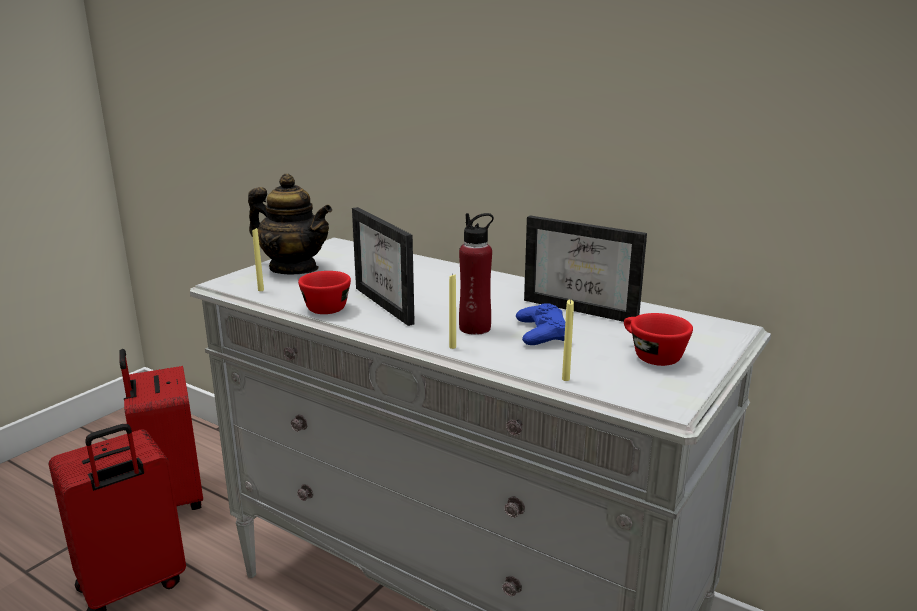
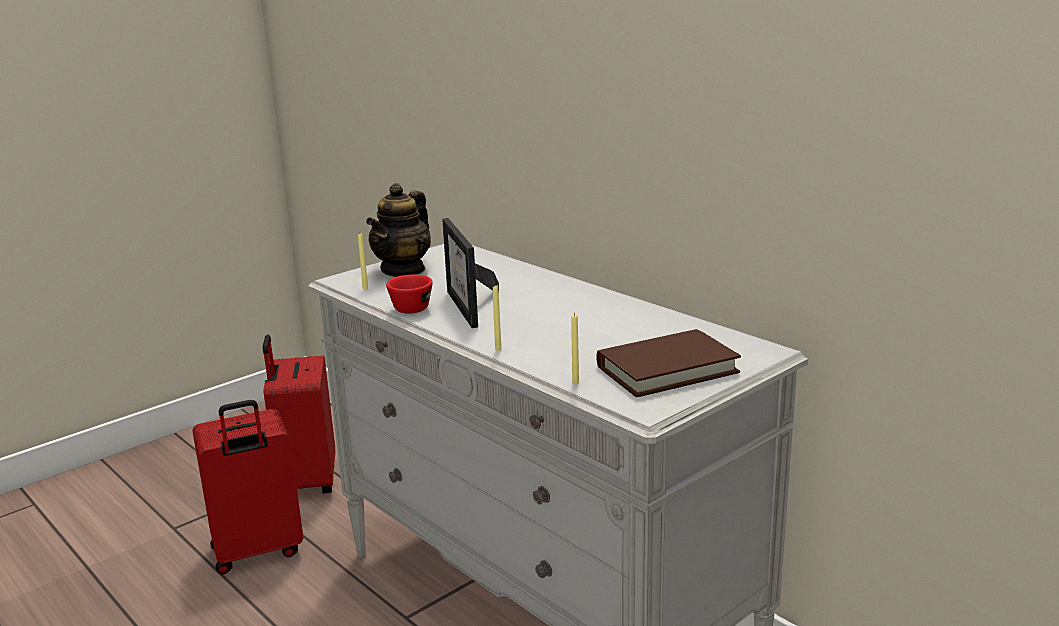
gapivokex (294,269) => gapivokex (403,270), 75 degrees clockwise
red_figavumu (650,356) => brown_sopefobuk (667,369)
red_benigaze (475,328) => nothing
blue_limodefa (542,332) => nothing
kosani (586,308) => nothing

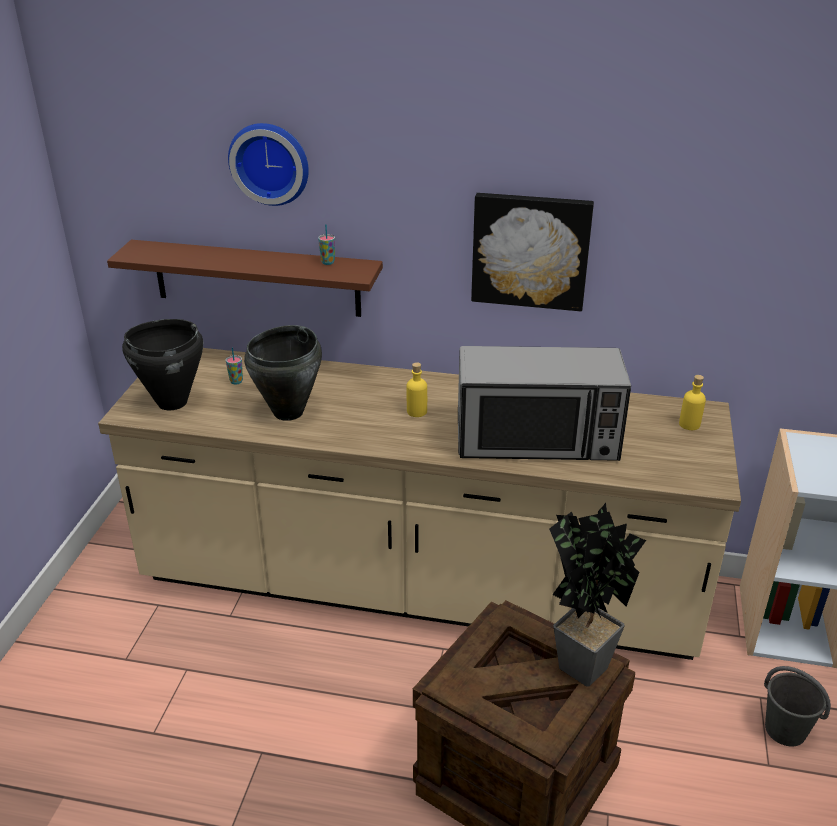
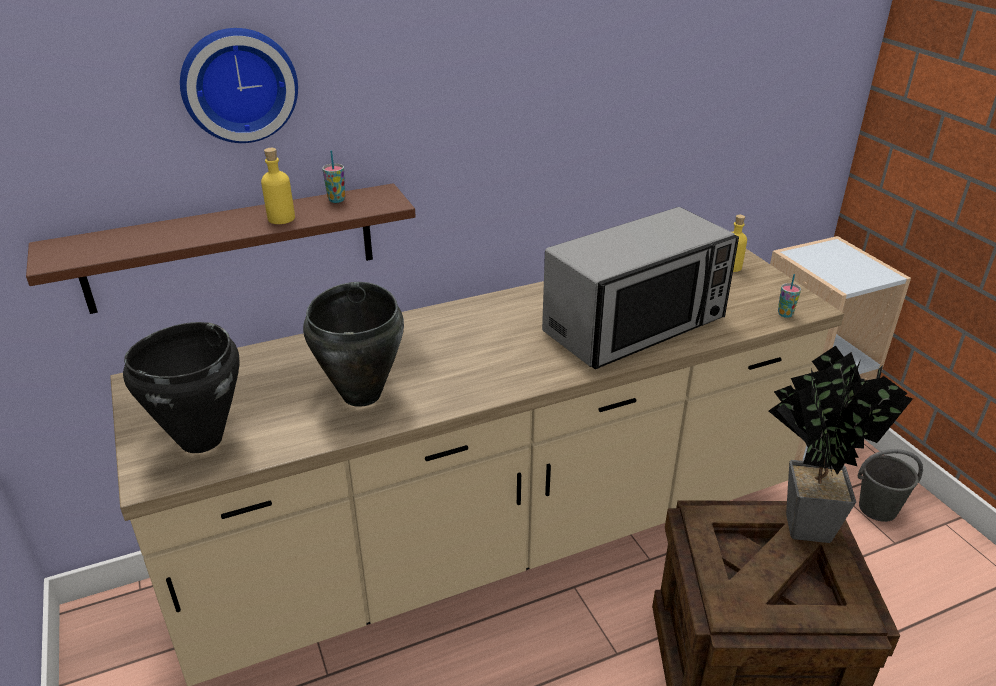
yellow_benigaze (416,411) => yellow_benigaze (281,218), move
figavumu (236,381) => figavumu (785,314), move
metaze (530,250) => nothing

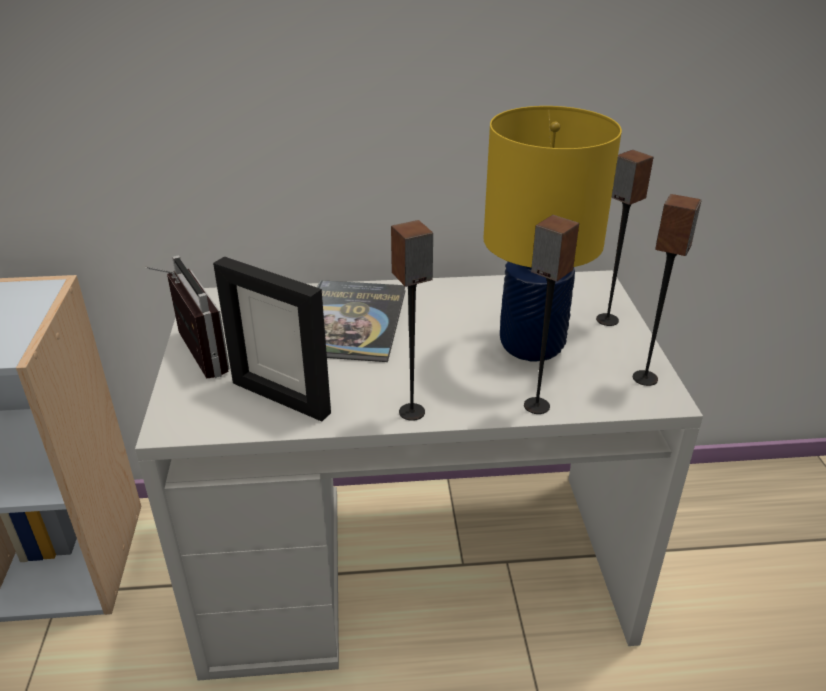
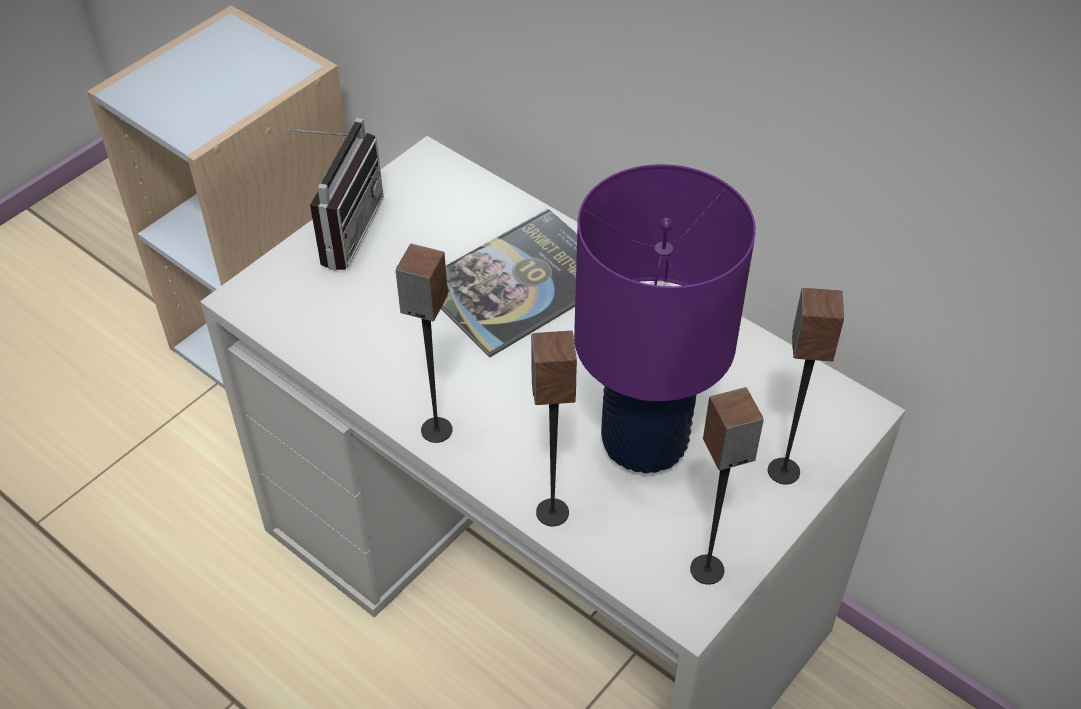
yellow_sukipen (530,349) => purple_sukipen (643,445)
kosani (282,396) => nothing

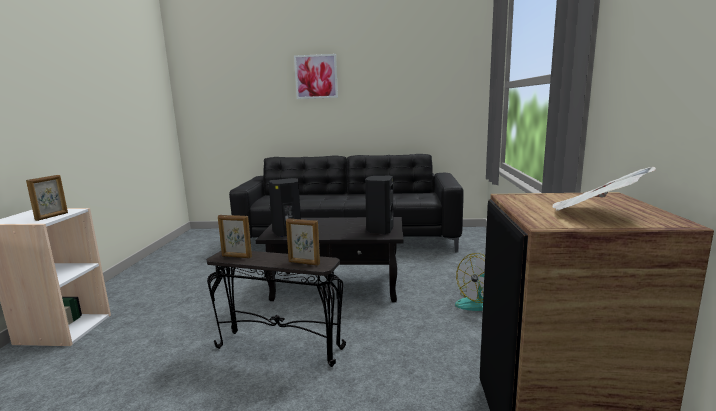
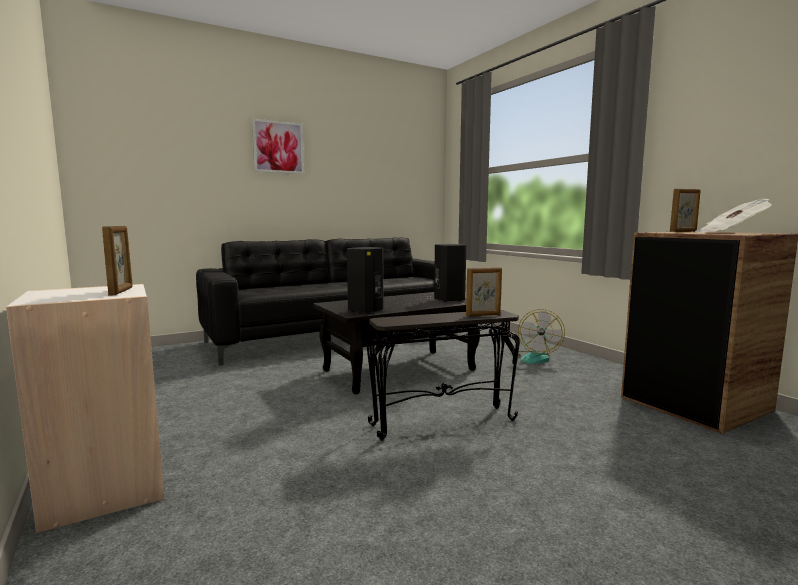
kosani (236,257) => kosani (683,231), move

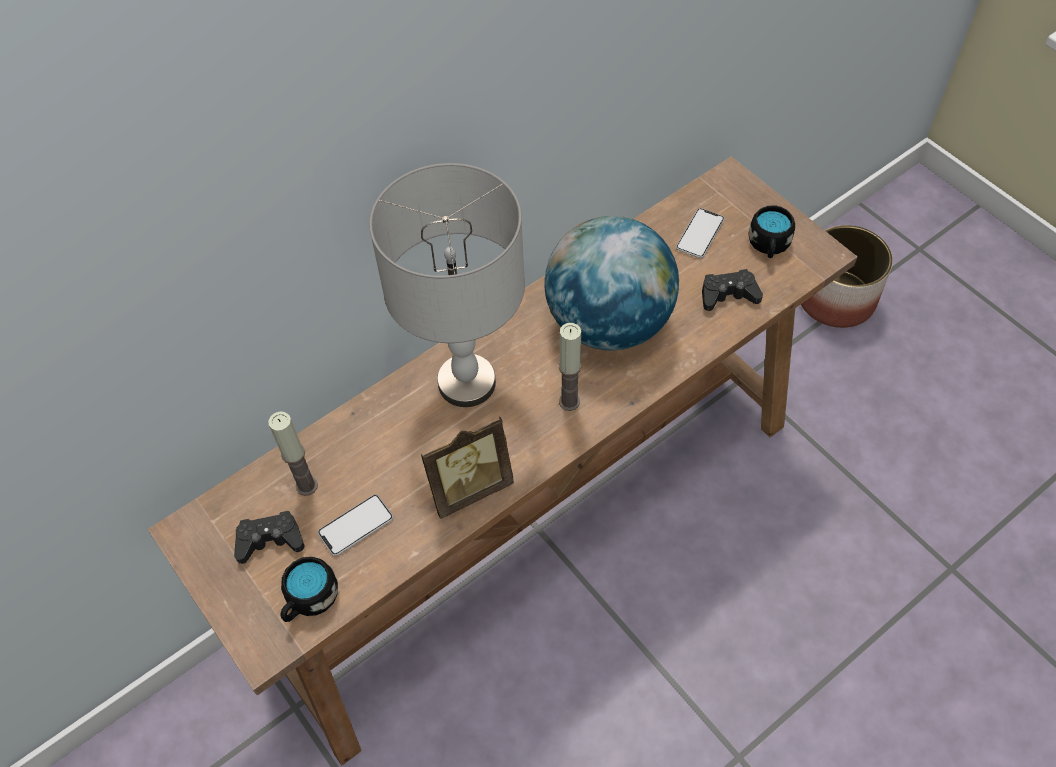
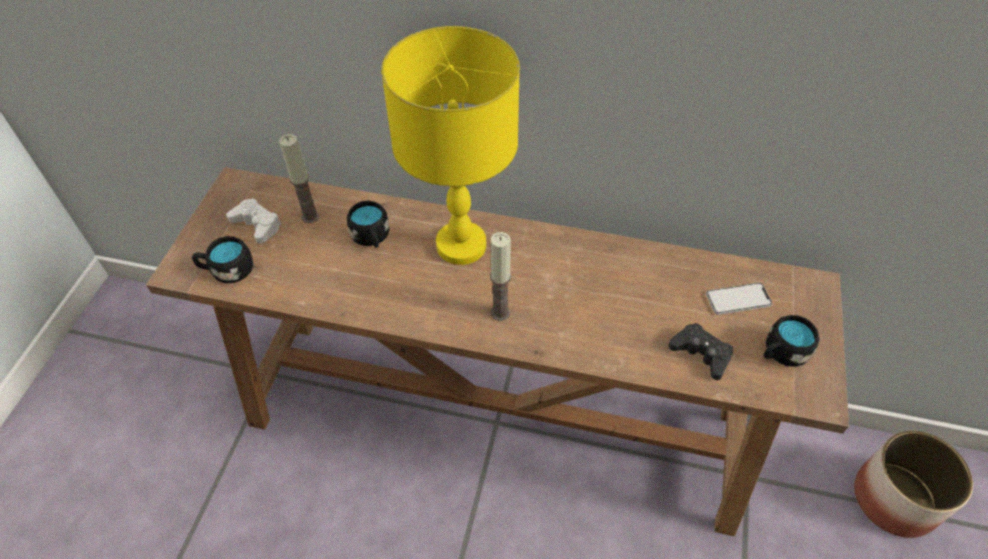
black_limodefa (270,540) => white_limodefa (257,224)
nothing => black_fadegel (371,237)
grey_sukipen (467,382) => yellow_sukipen (462,245)
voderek (356,526) => nothing
kosani (468,487) => nothing
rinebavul (609,322) => nothing

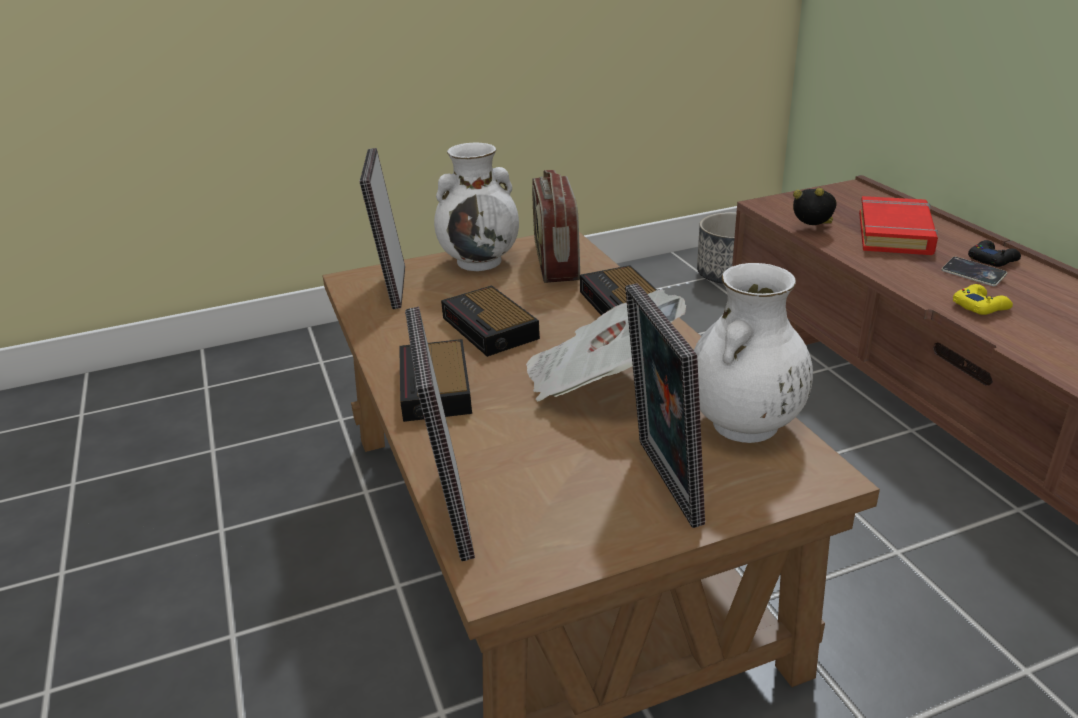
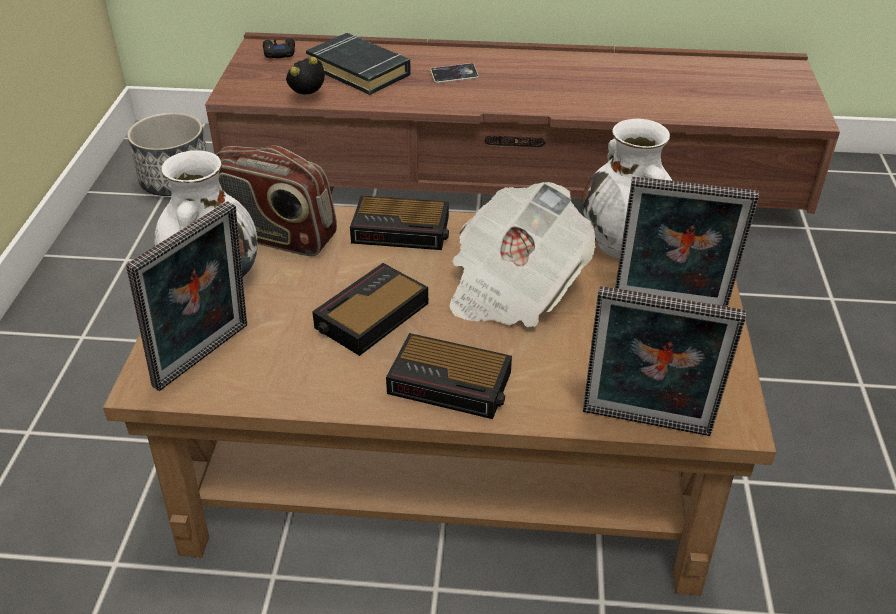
kosani (392,287) => kosani (207,358), 75 degrees counterclockwise
black_limodefa (992,260) => black_limodefa (279,53), move
red_sopefobuk (895,233) => black_sopefobuk (359,70)
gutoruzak (491,329) => gutoruzak (370,317), 135 degrees clockwise
yellow_limodefa (980,306) => nothing

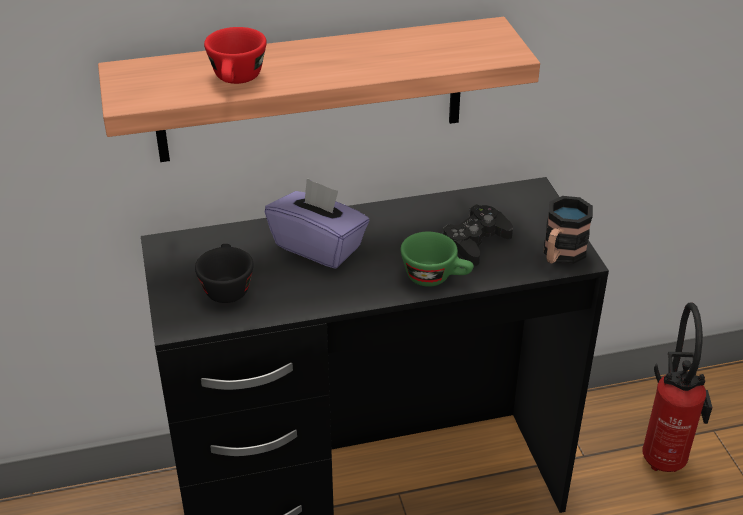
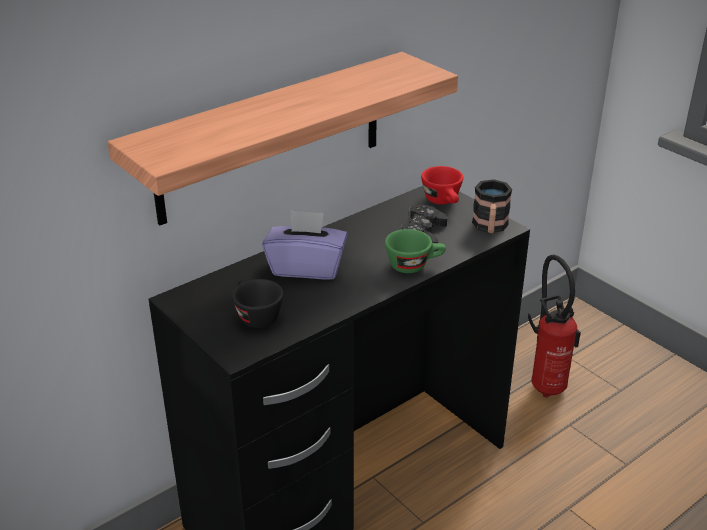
red_figavumu (237,80) => red_figavumu (444,202), move

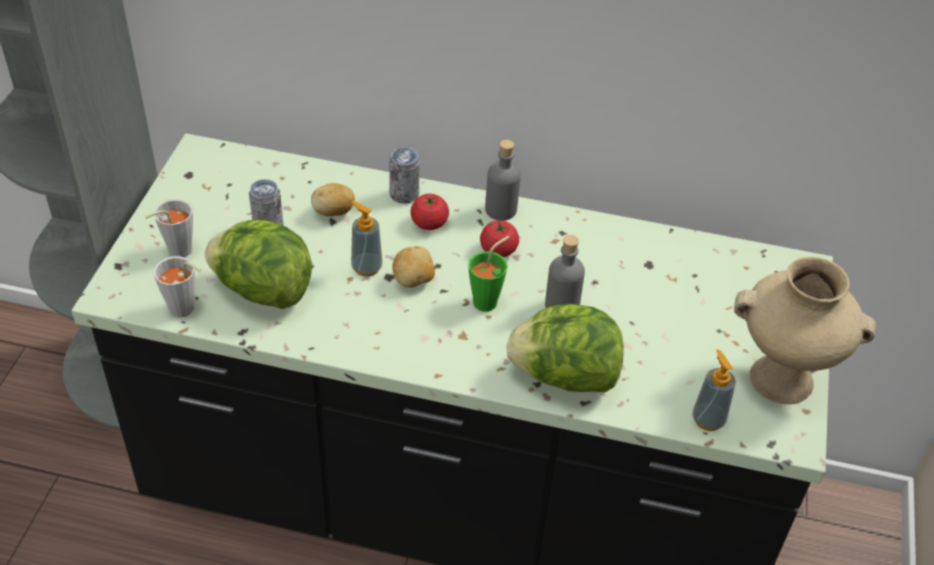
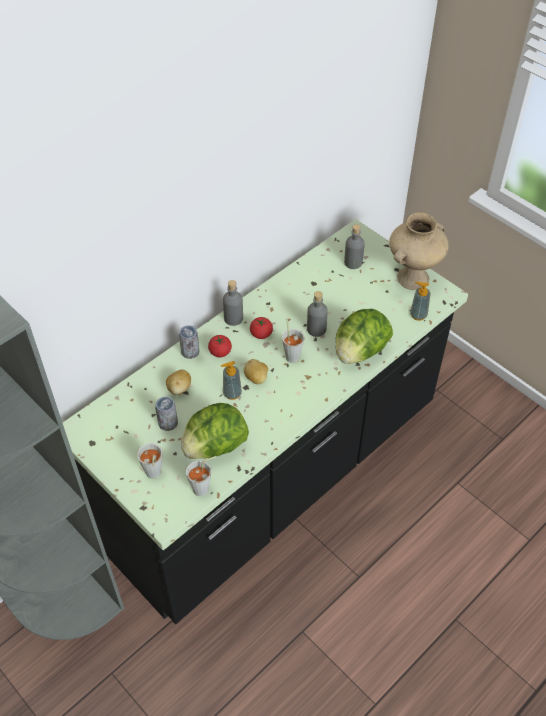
green_figavumu (489,299) => grey_figavumu (292,354)
nothing => grey_benigaze (353,262)

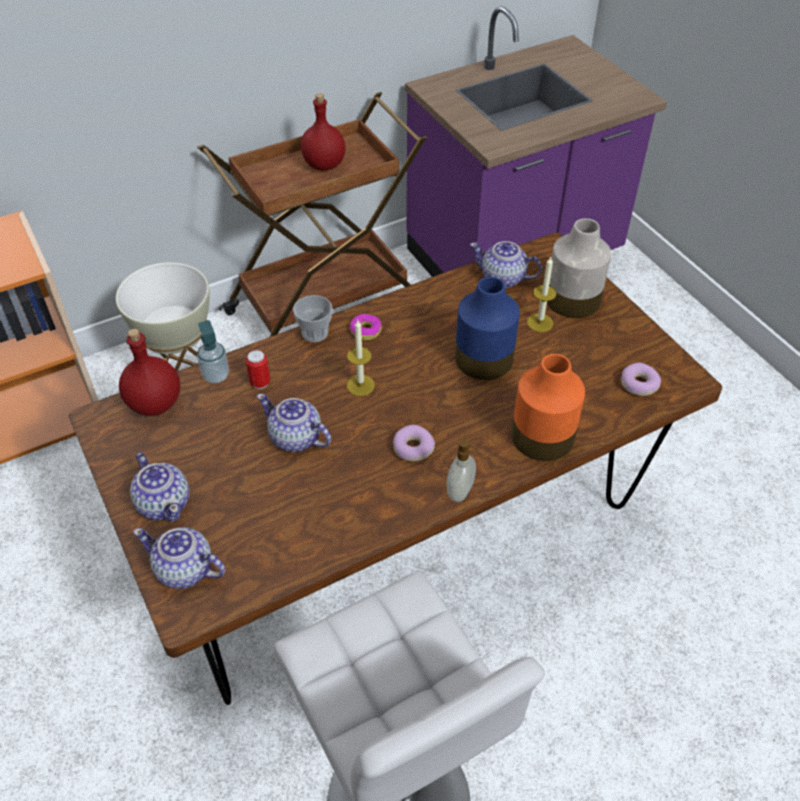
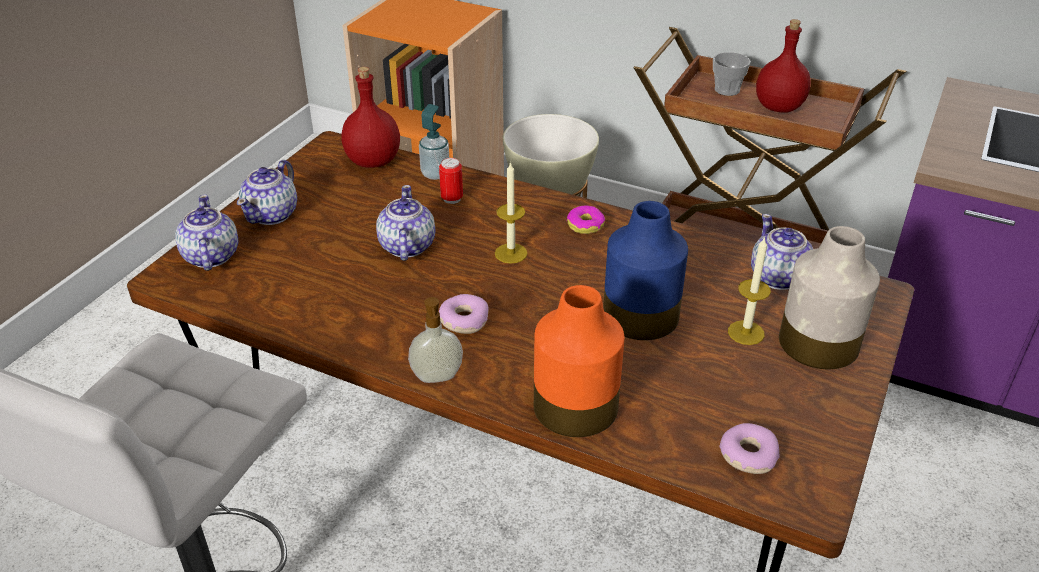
figavumu (315,333) => figavumu (727,90), move

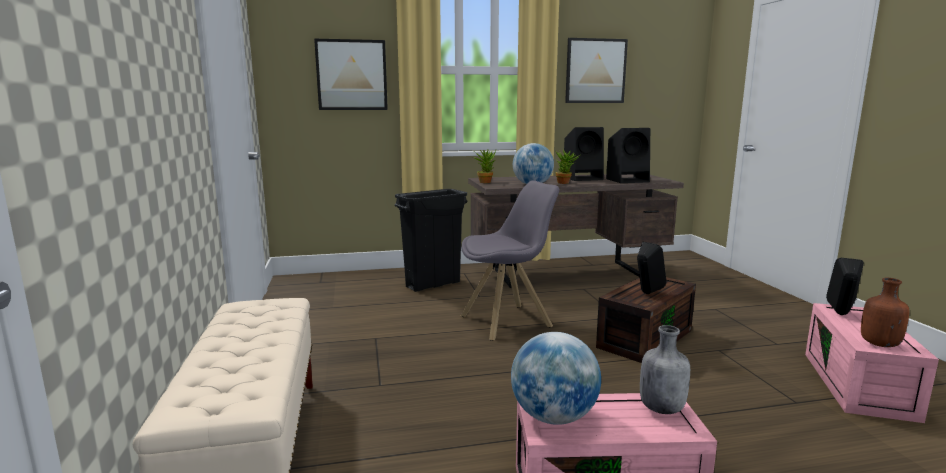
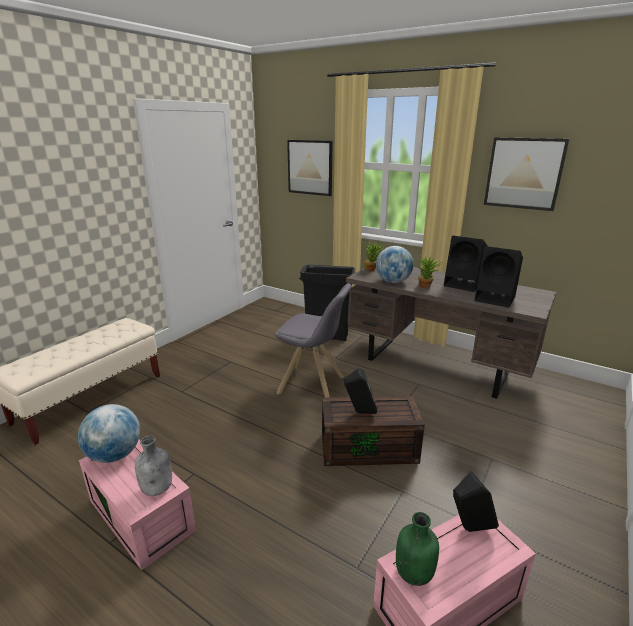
brown_benigaze (878,344) => green_benigaze (414,572)

